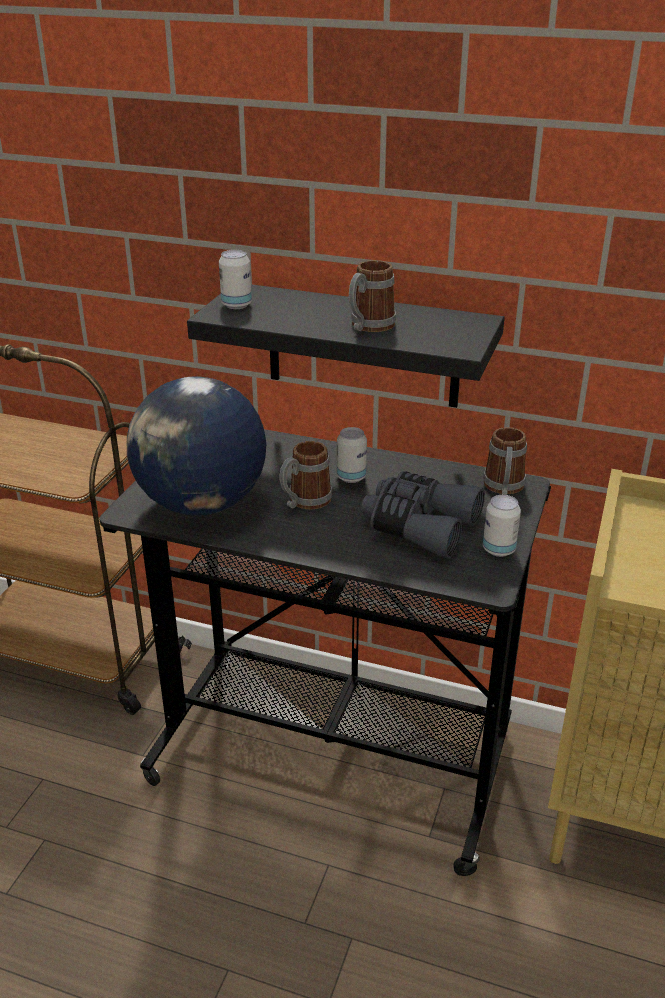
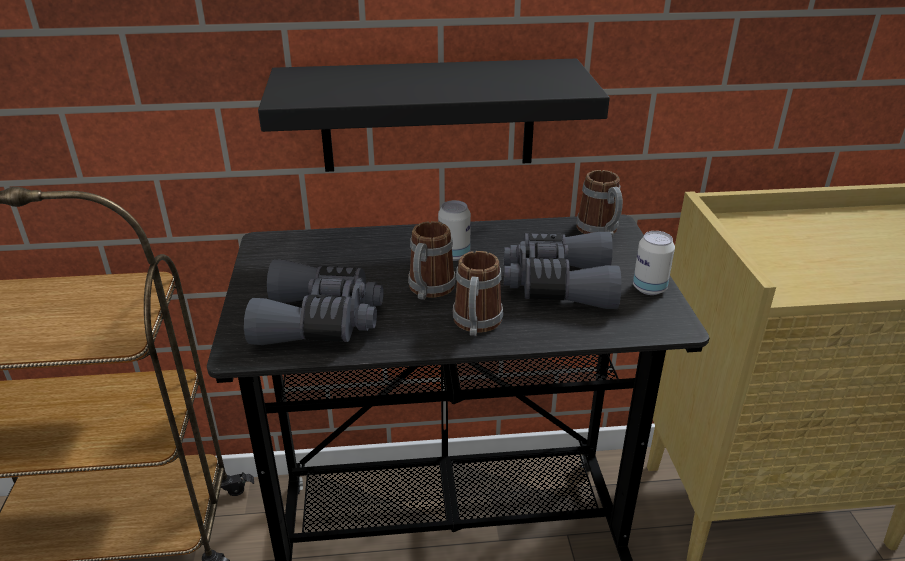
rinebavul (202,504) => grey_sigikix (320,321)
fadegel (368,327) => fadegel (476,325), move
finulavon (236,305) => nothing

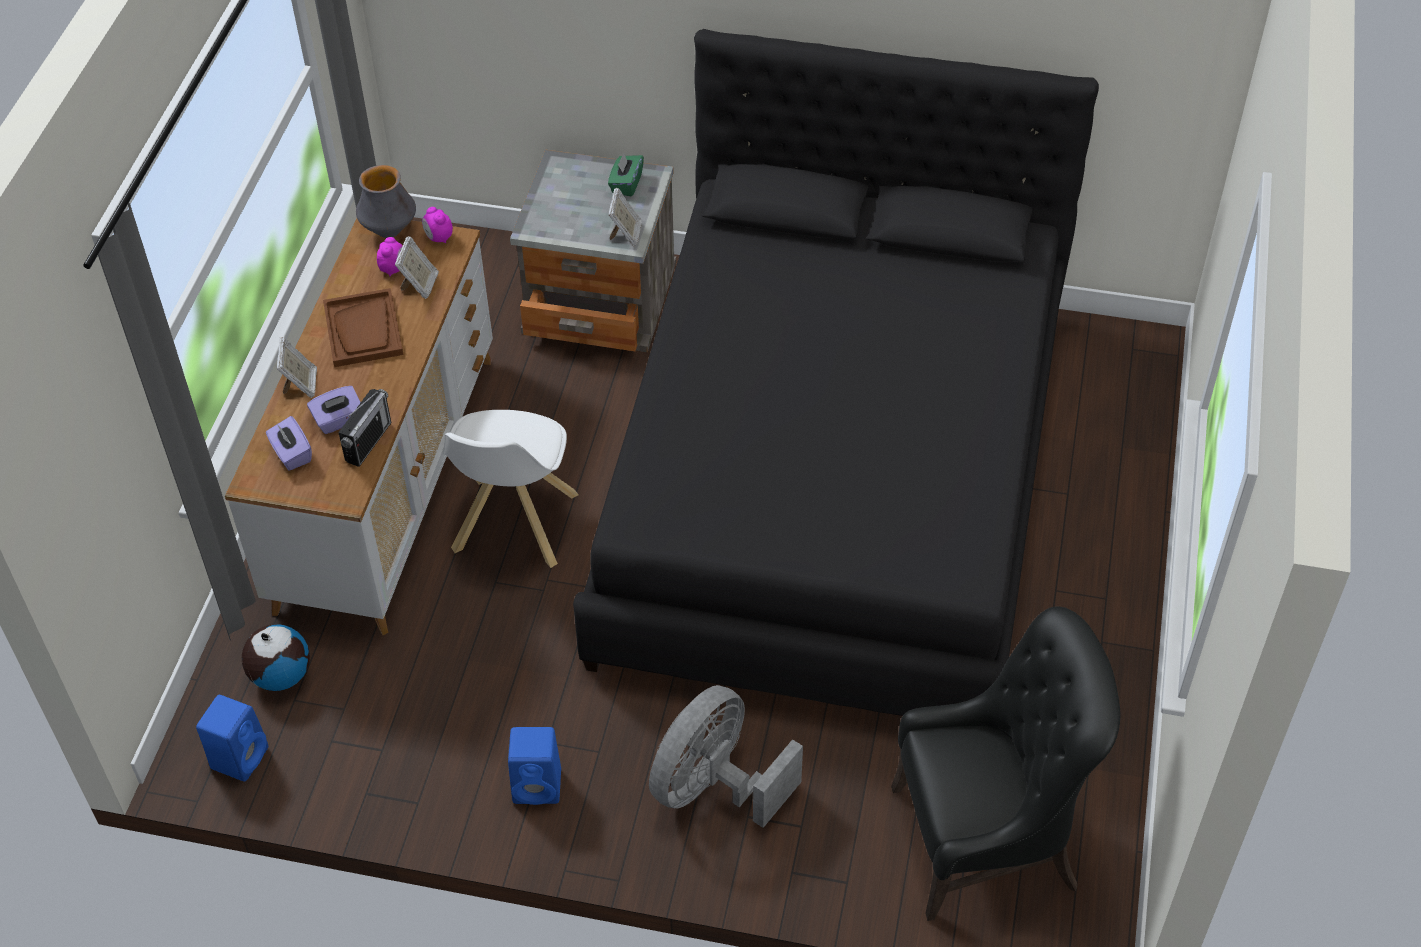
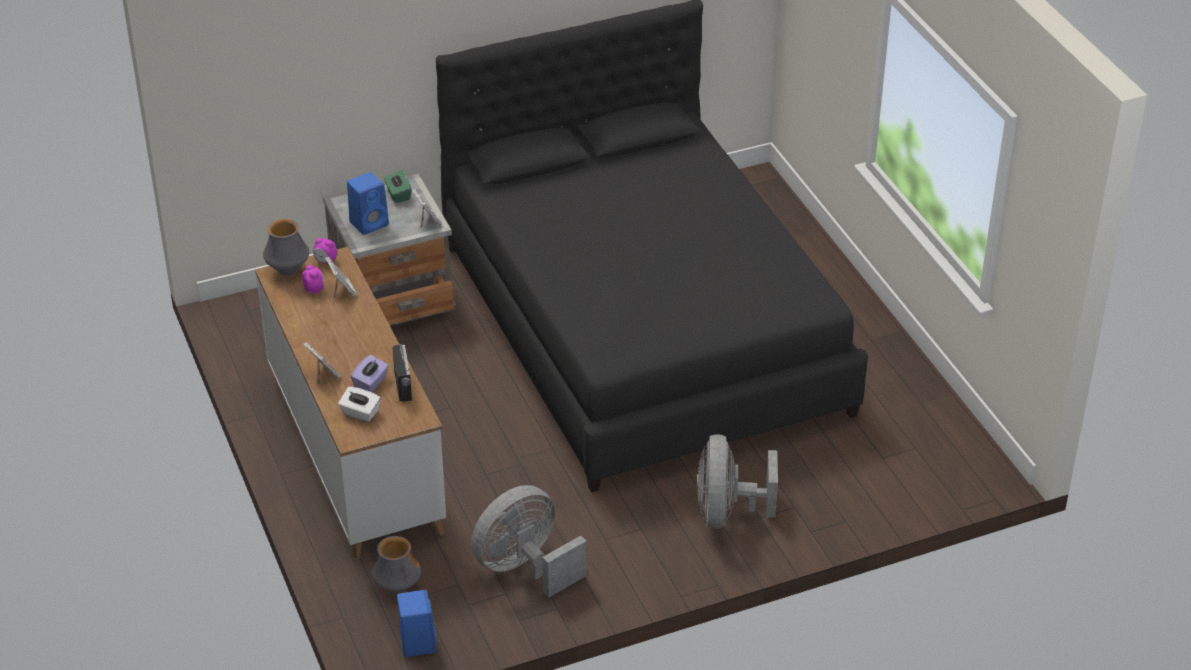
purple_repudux (291,454) => white_repudux (360,413)
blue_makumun (539,785) => blue_makumun (370,223), move
rinebavul (281,675) => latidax (397,587)
nothing => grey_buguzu (525,567)
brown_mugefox (363,330) => nothing
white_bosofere (513,525) => nothing
black_bosofere (987,839) => nothing

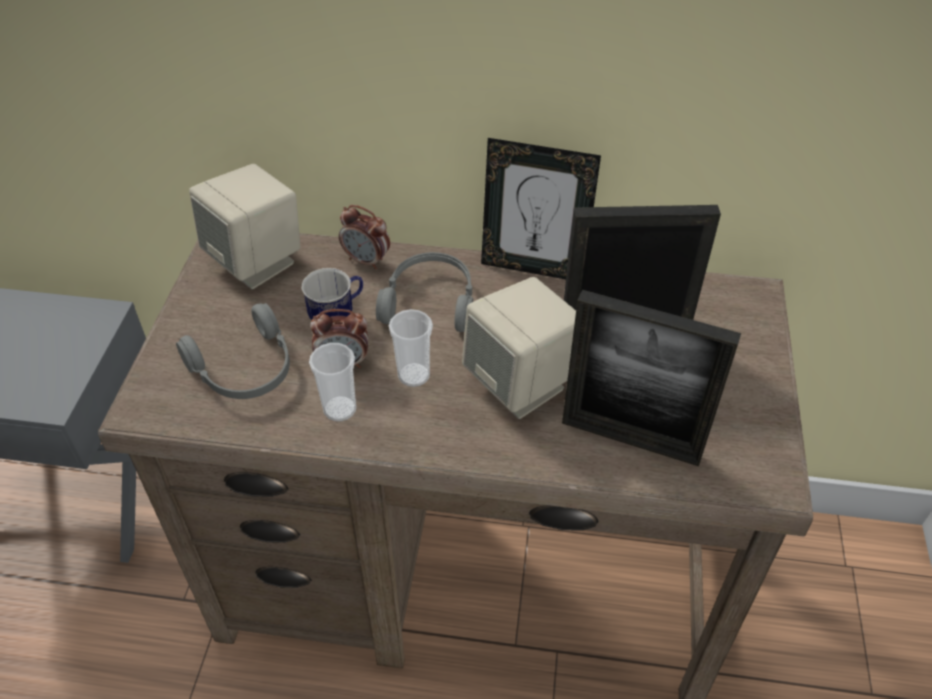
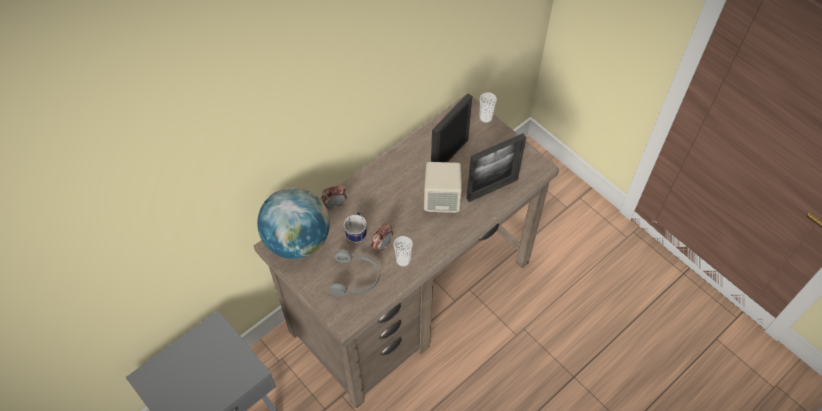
beige_makumun (257,261) => rinebavul (298,241)
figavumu (413,375) => figavumu (485,118), move
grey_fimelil (430,301) => nothing
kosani (533,267) => nothing

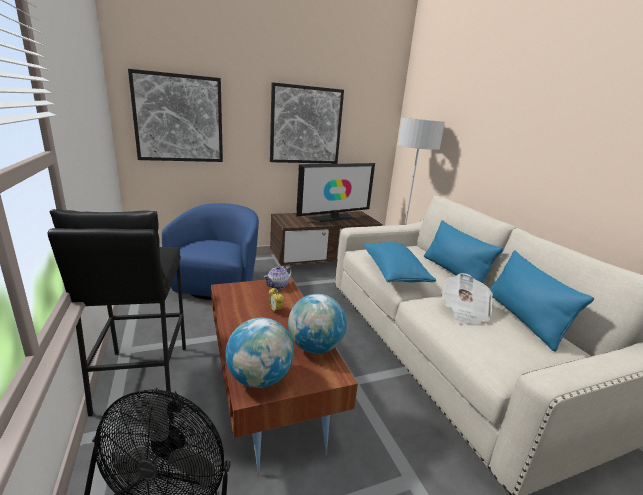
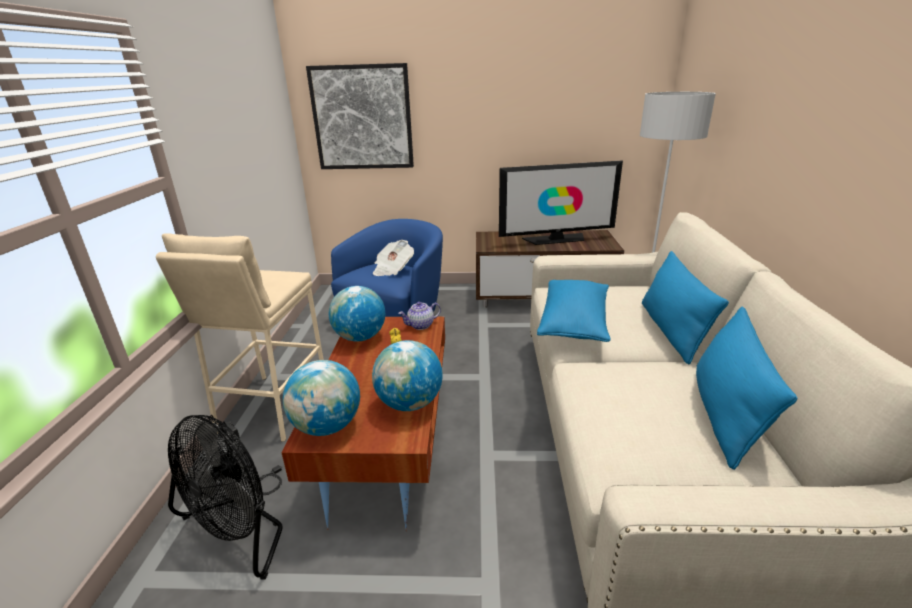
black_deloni (141,378) => beige_deloni (273,407)
nothing => rinebavul (360,337)
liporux (463,311) => liporux (392,269), move
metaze (306,125) => nothing

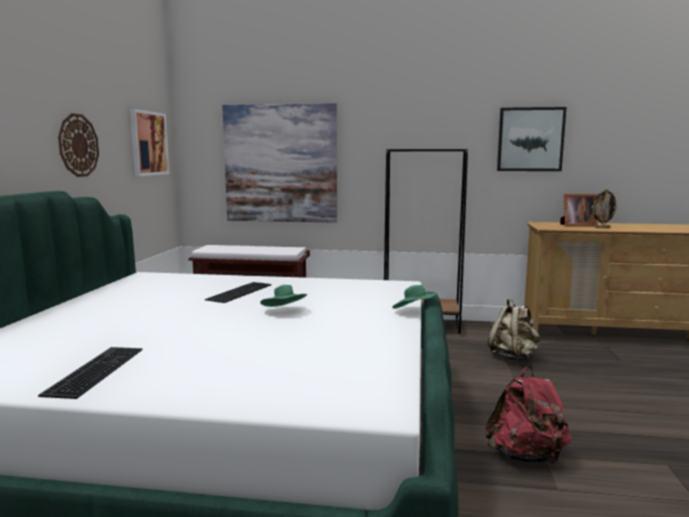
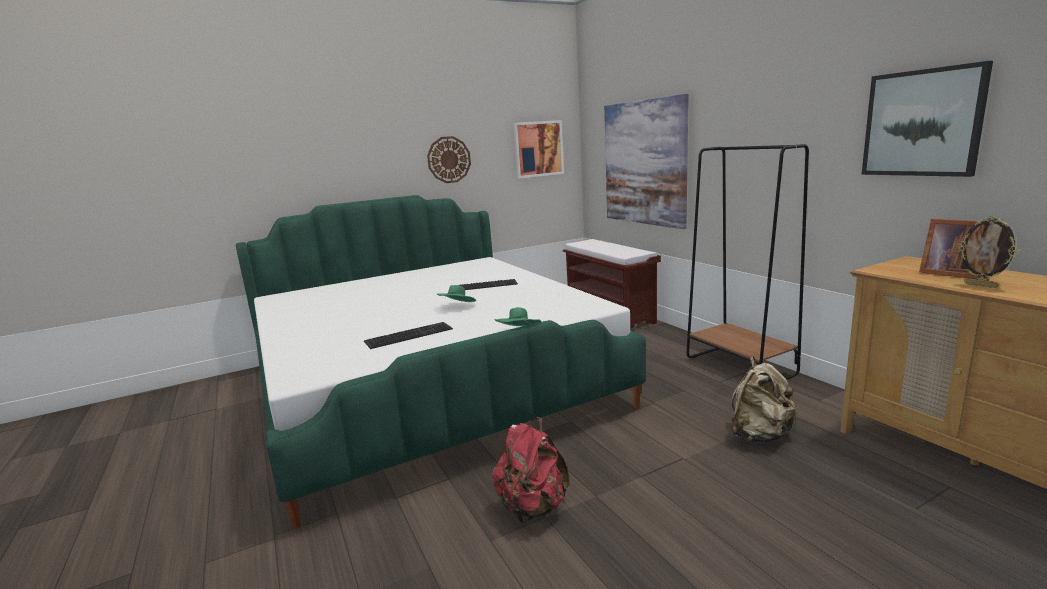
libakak (94,370) => libakak (409,334), move

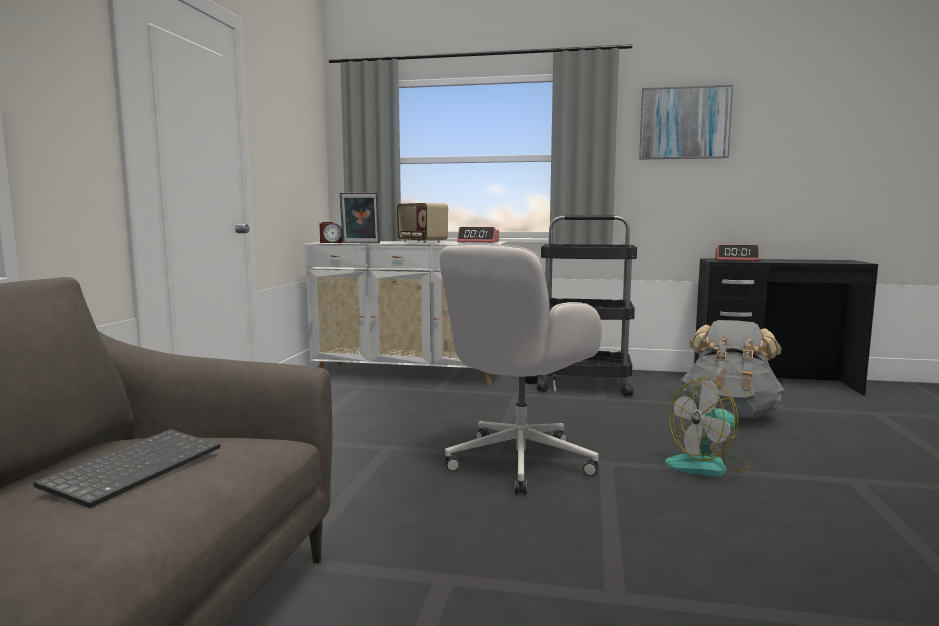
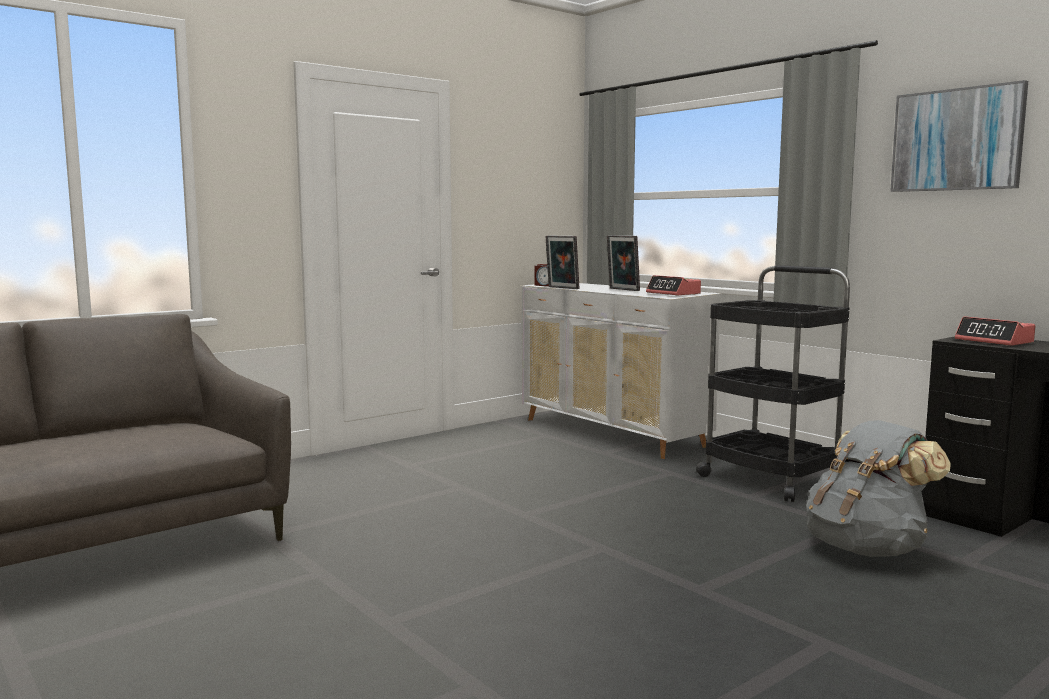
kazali (421,242) => kosani (622,289)
libakak (135,468) => nothing
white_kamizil (520,462) => nothing
buguzu (707,465) => nothing

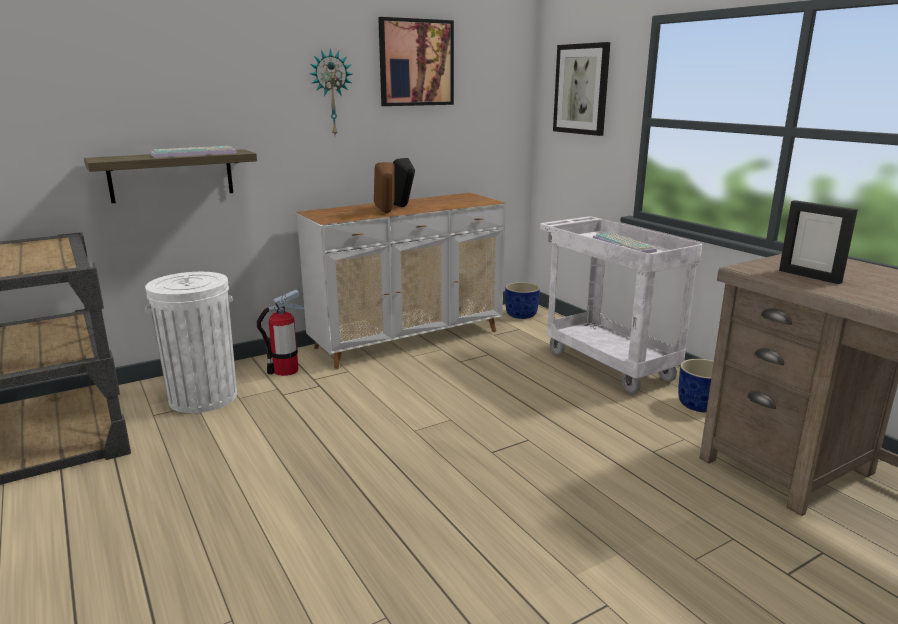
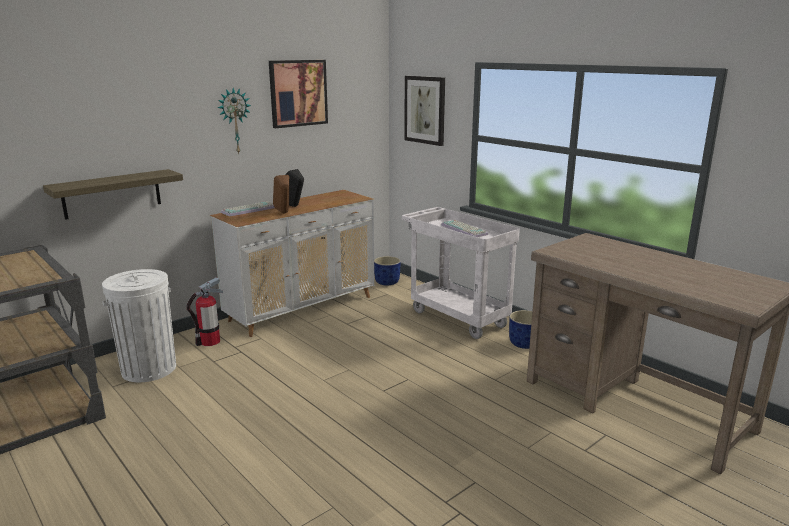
libakak (195,153) => libakak (249,209), move
kosani (810,276) => nothing

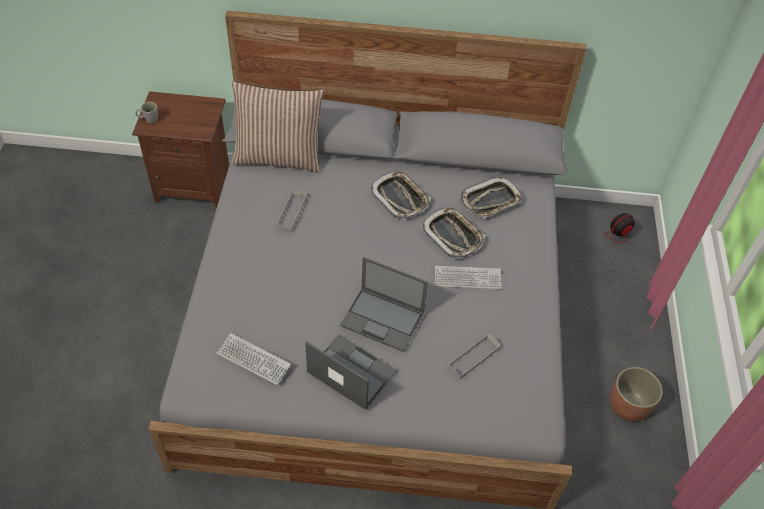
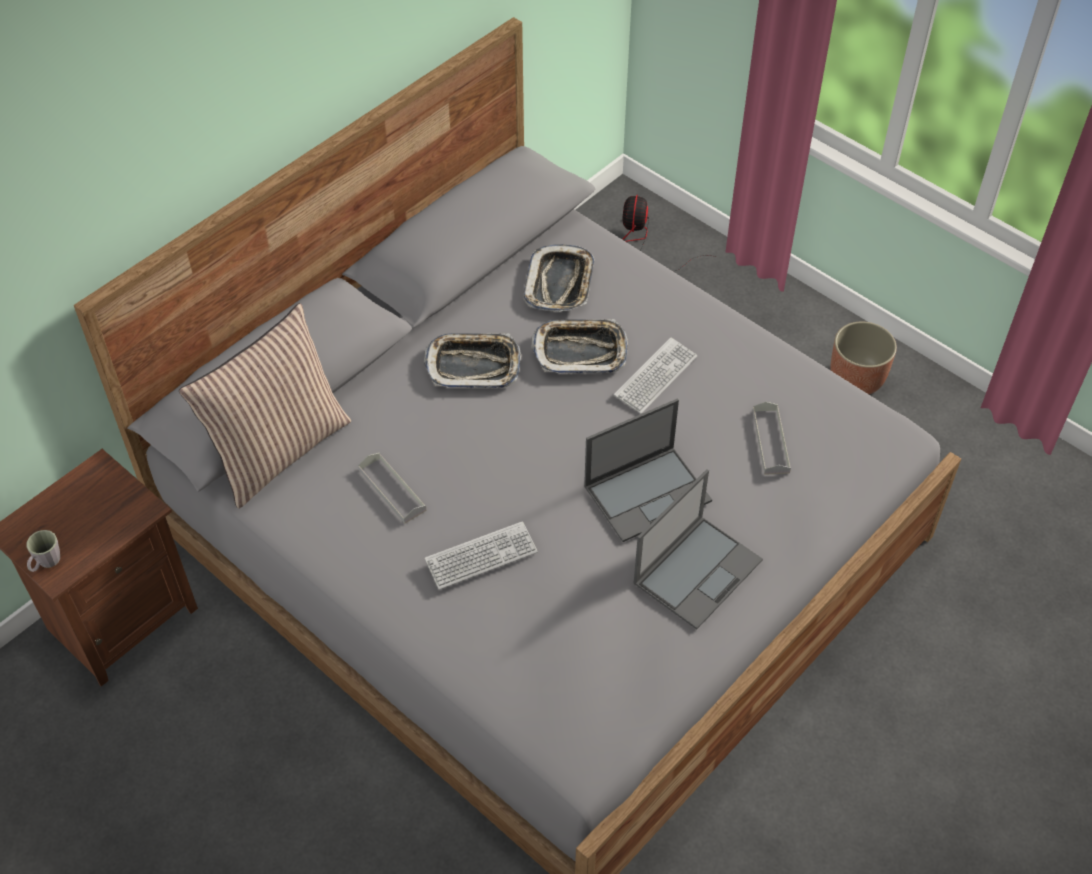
libakak (253,359) => libakak (481,556), move
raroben (350,371) => raroben (698,570), 150 degrees clockwise

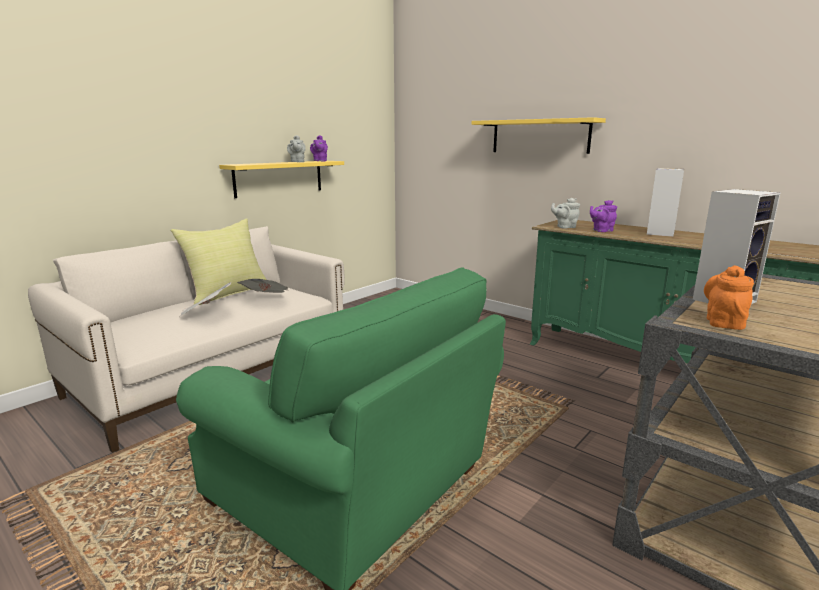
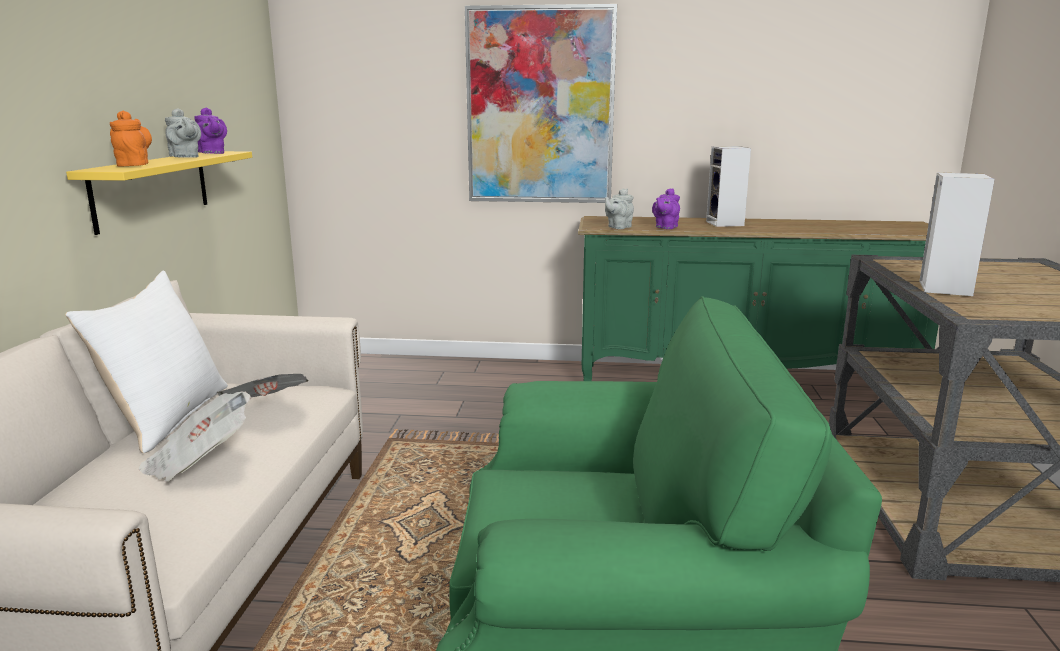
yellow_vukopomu (228,293) => white_vukopomu (168,417)
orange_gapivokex (723,322) => orange_gapivokex (134,165), move
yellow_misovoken (539,136) => metaze (540,107)

